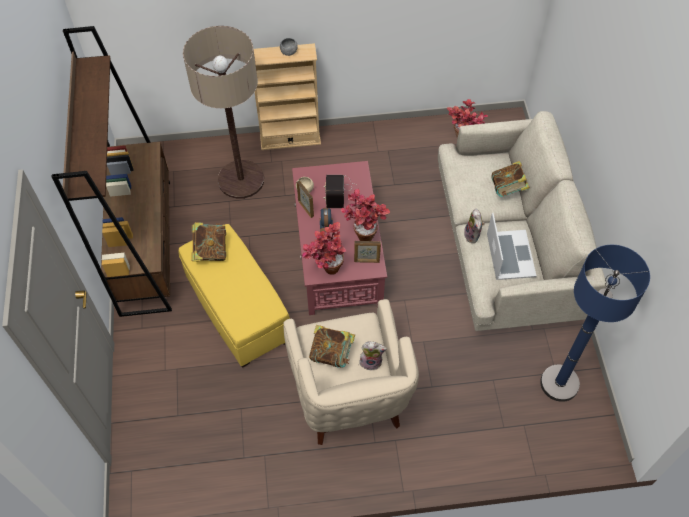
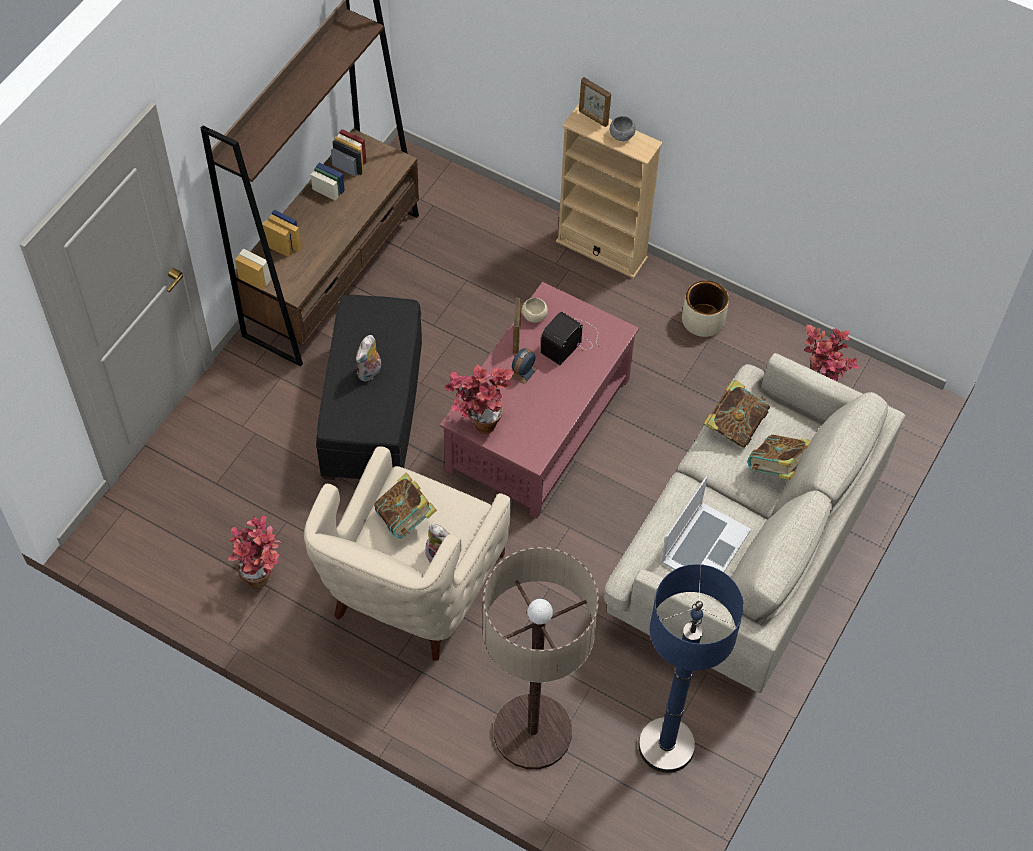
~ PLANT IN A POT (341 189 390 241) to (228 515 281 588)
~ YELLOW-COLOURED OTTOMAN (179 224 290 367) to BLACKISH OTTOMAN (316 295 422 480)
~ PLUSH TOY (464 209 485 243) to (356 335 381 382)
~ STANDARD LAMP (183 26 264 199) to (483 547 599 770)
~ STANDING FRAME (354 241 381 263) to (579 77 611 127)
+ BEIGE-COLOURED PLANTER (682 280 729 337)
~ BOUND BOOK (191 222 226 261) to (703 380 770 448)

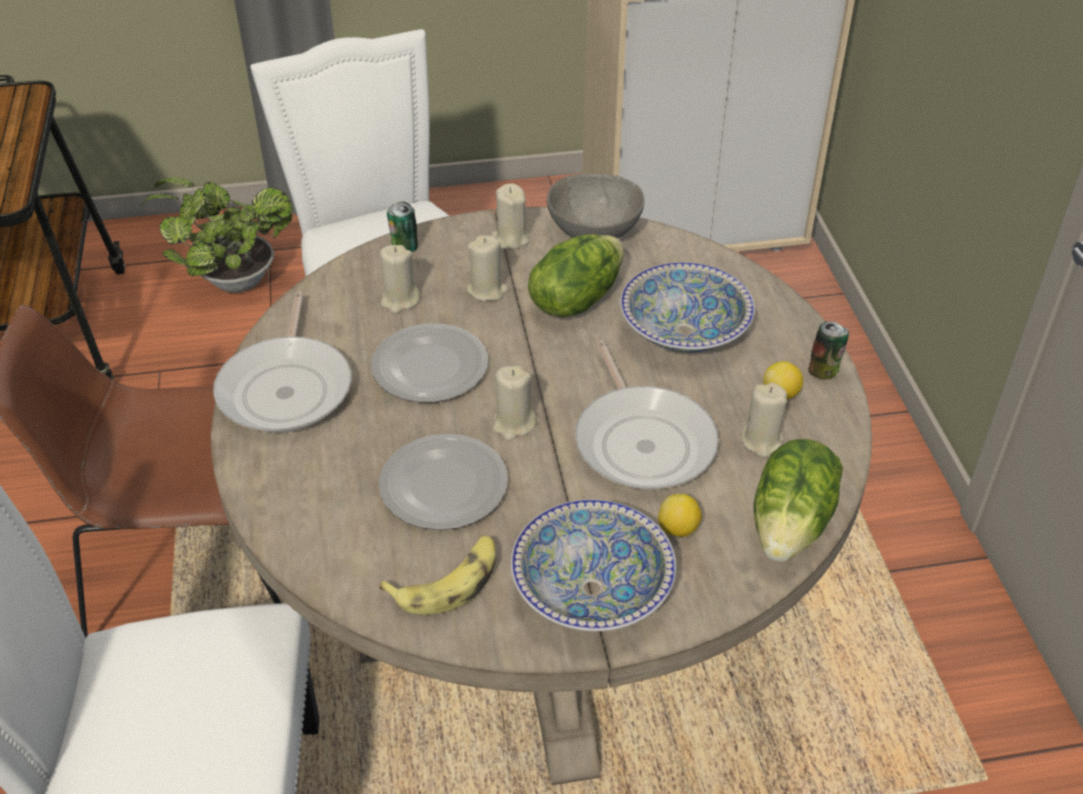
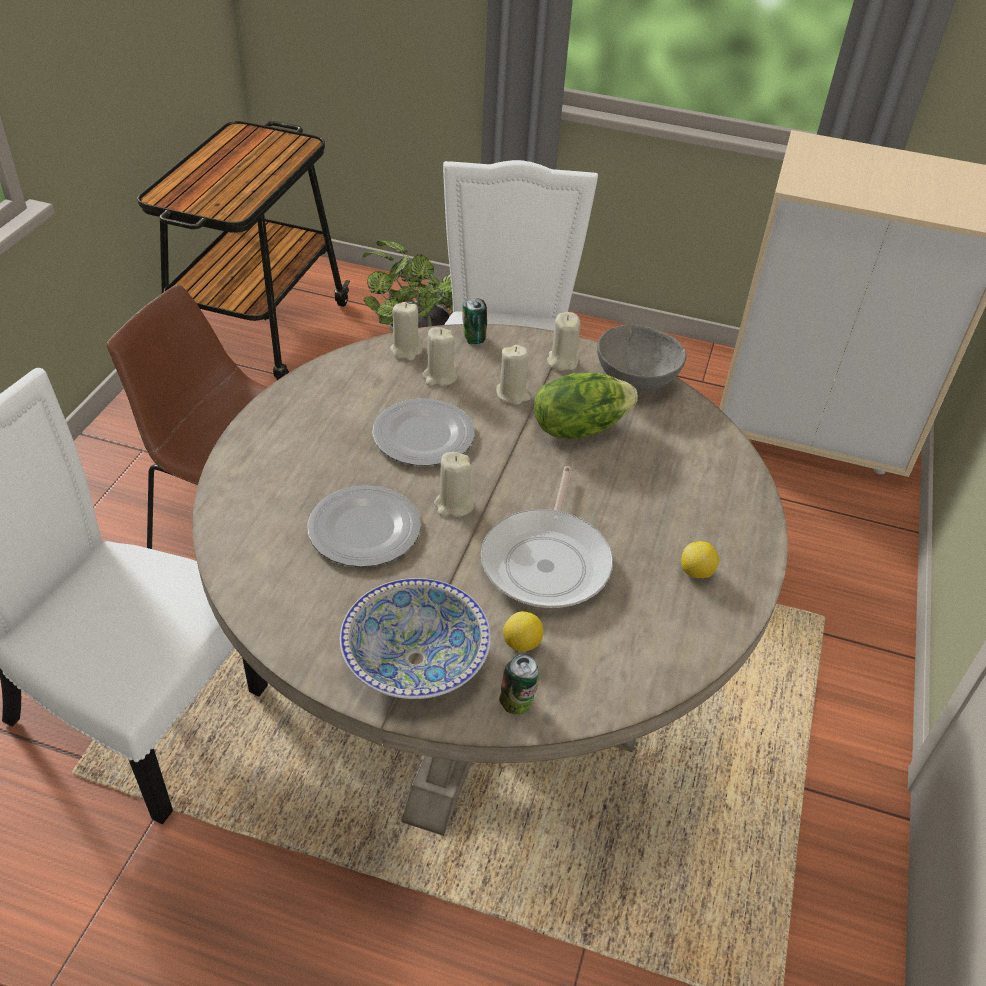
~ BEIGE-COLOURED WAX LIGHT (742 383 787 457) to (390 302 423 361)
~ CAN (809 321 849 379) to (499 654 539 714)
- FRYING PAN (213 292 352 433)
- WHOLE BANANA (379 536 496 615)
- SERVING BOWL (620 262 755 353)
- LETTUCE (754 439 843 562)

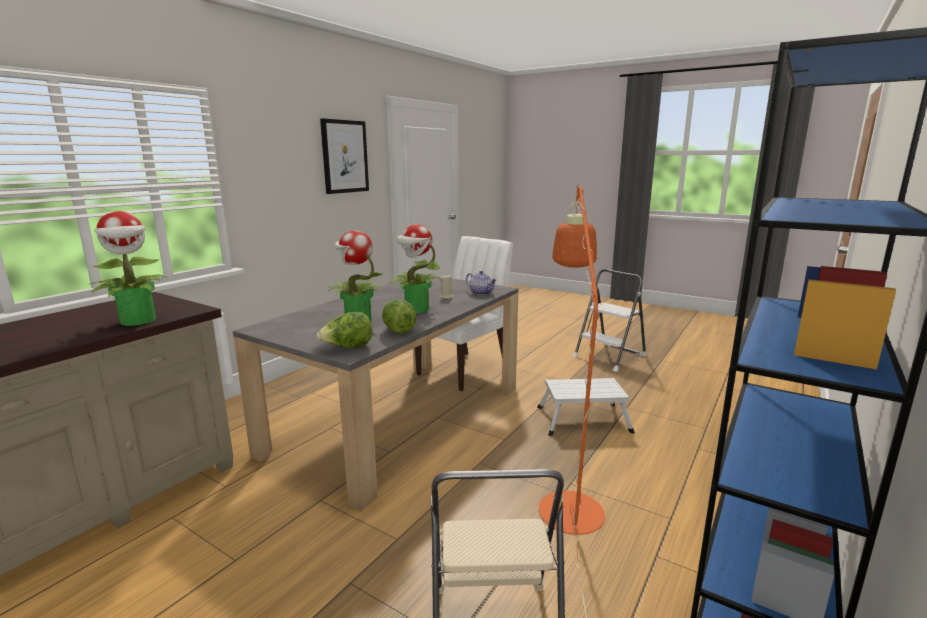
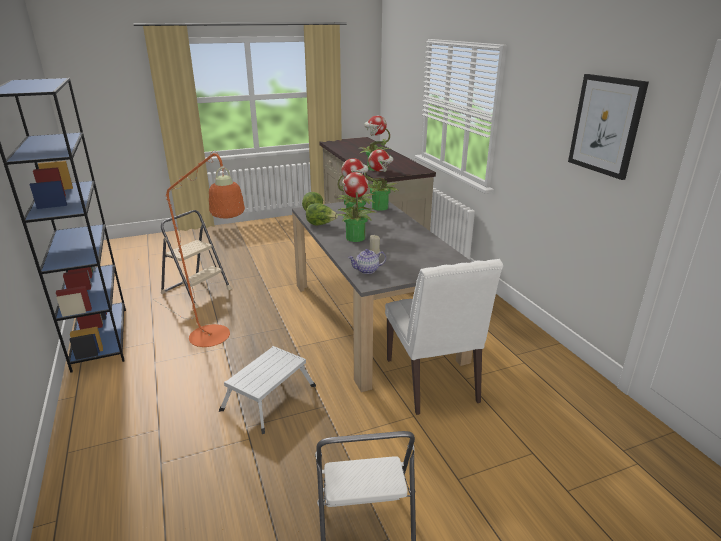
+ PLANT IN A POT (365 149 399 211)

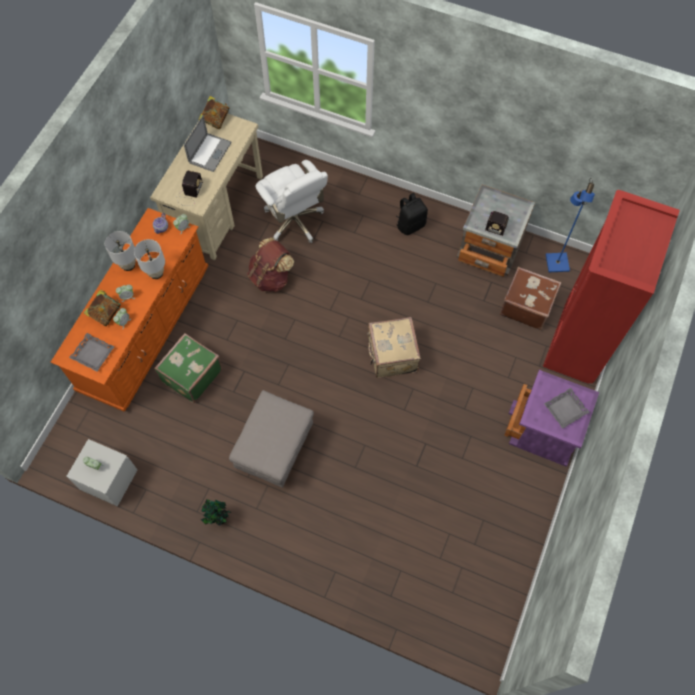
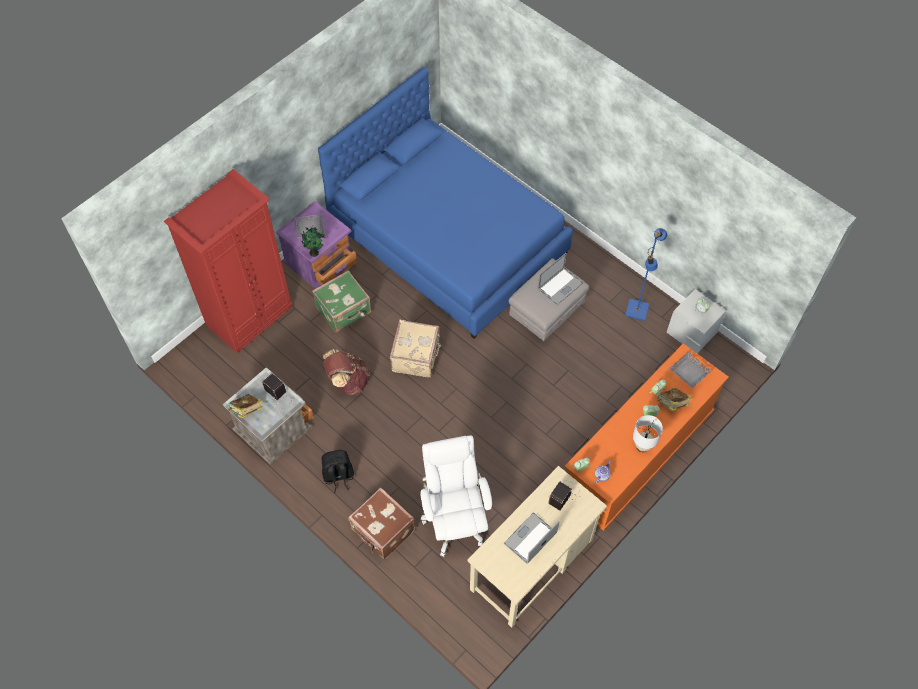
~ BOUND BOOK (199 96 230 129) to (228 394 263 418)
~ PLANT IN A POT (201 499 231 526) to (301 225 325 257)
~ GREEN-COLOURED TRAVEL CASE (154 333 223 403) to (312 270 371 333)
+ BLUISH SLEEPING BED (318 67 573 339)
~ BROWNISH KNAPSACK (247 237 294 292) to (323 349 370 395)
~ BROWNISH TRAVEL CASE (500 267 561 330) to (348 487 415 560)
+ LAPTOP (538 253 583 305)
~ BLUISH STANDARD LAMP (546 178 596 272) to (625 228 667 321)
- WHITISH LAMP FOR A TABLE (134 239 165 279)

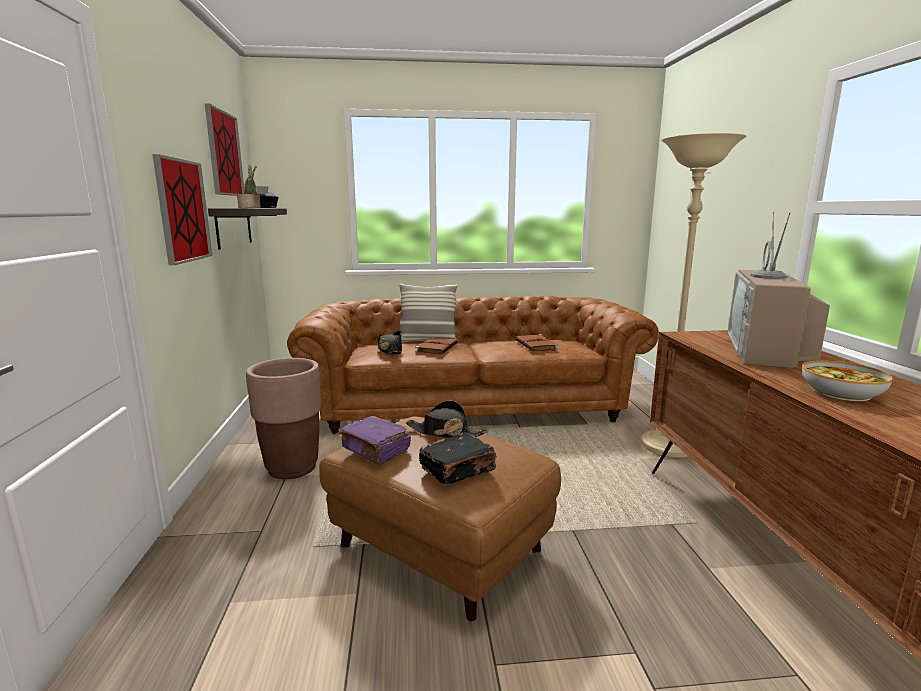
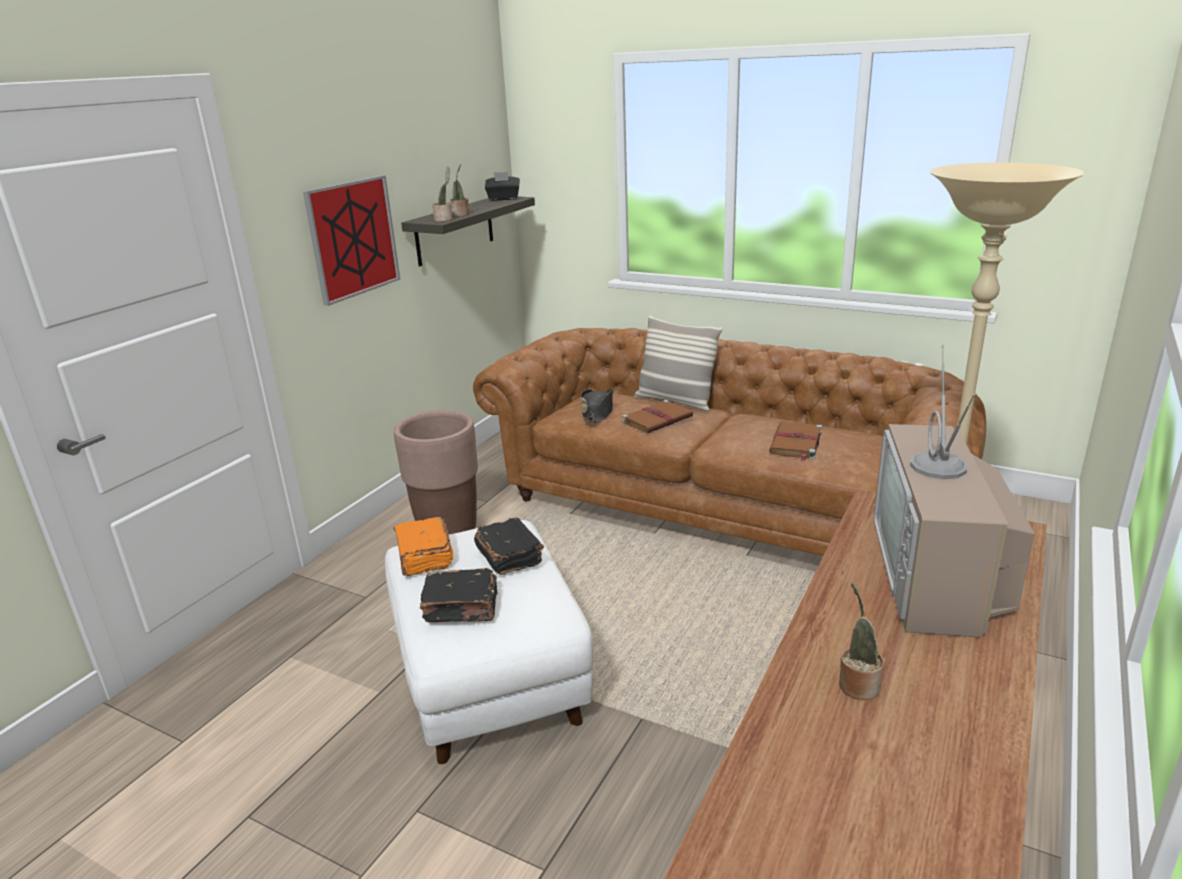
~ BROWNISH OTTOMAN (319 416 561 622) to WHITISH OTTOMAN (385 520 594 764)
~ PURPLISH BOUND BOOK (338 416 411 464) to ORANGEY BOUND BOOK (393 517 454 576)
~ BLACKISH HAT (406 400 488 438) to BLACKISH BOUND BOOK (474 518 544 575)
~ SERVING BOWL (802 360 893 401) to PLANT IN A POT (839 583 884 700)
~ TELEVISION (728 212 830 369) = (874 345 1034 638) 45 degrees counterclockwise
- WALL ART (205 103 244 196)

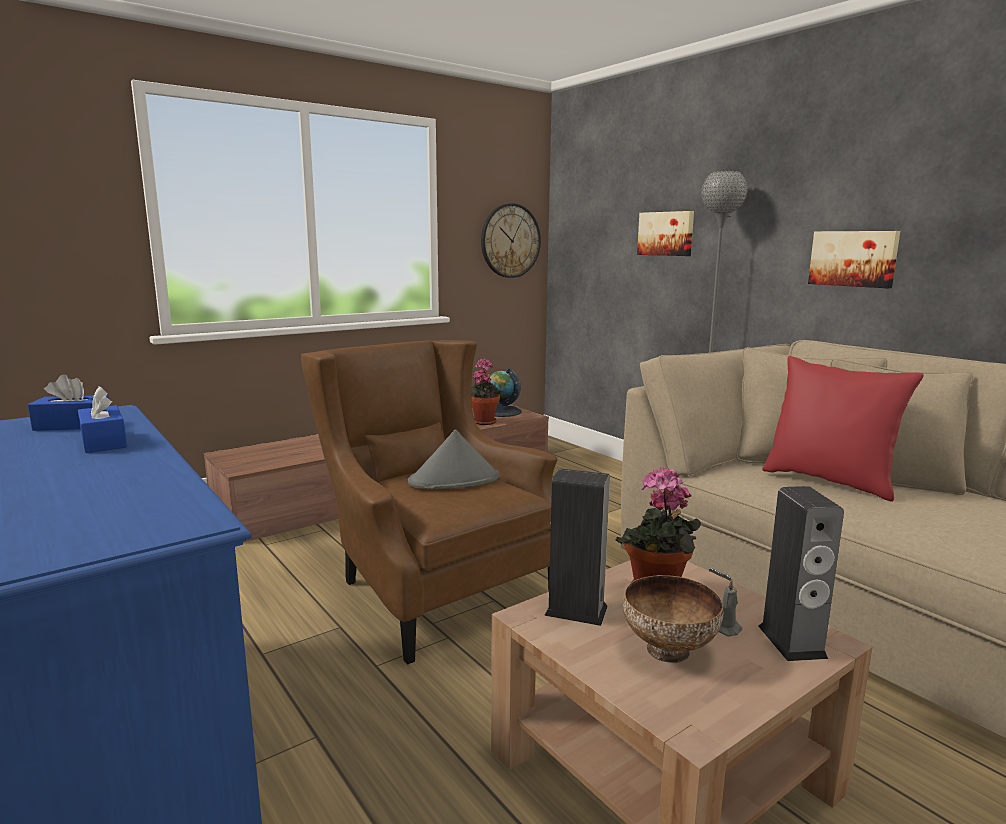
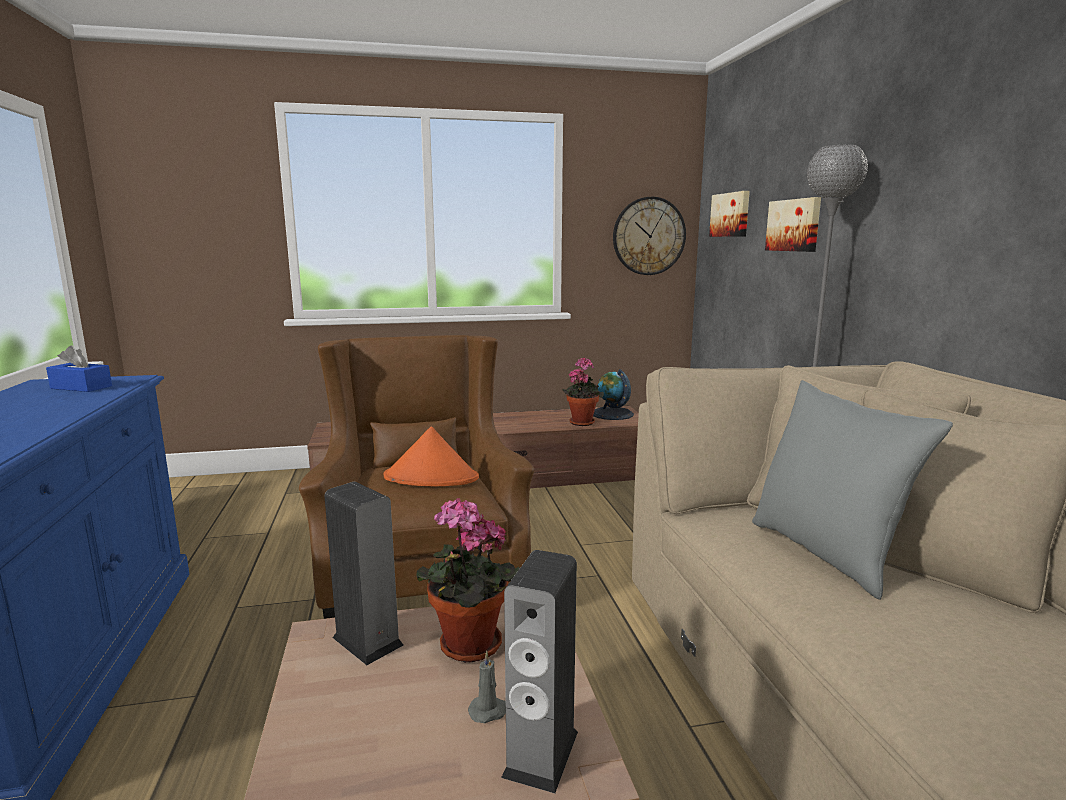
~ GREYISH HAT (408 429 500 489) to ORANGEY HAT (384 426 479 486)
~ WALL ART (808 231 900 288) to (709 191 750 237)
~ REDDISH CUSHION (762 356 924 501) to GREYISH CUSHION (752 380 953 600)
- BLUISH BOX OF TISSUES (78 386 127 453)
- SERVING BOWL (623 575 724 663)

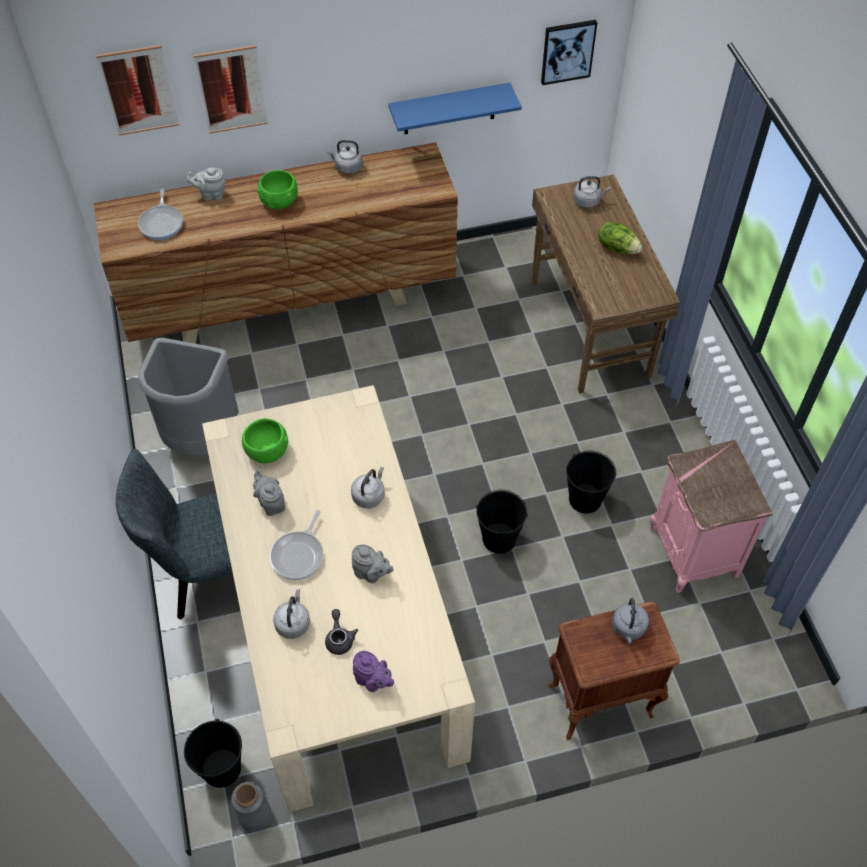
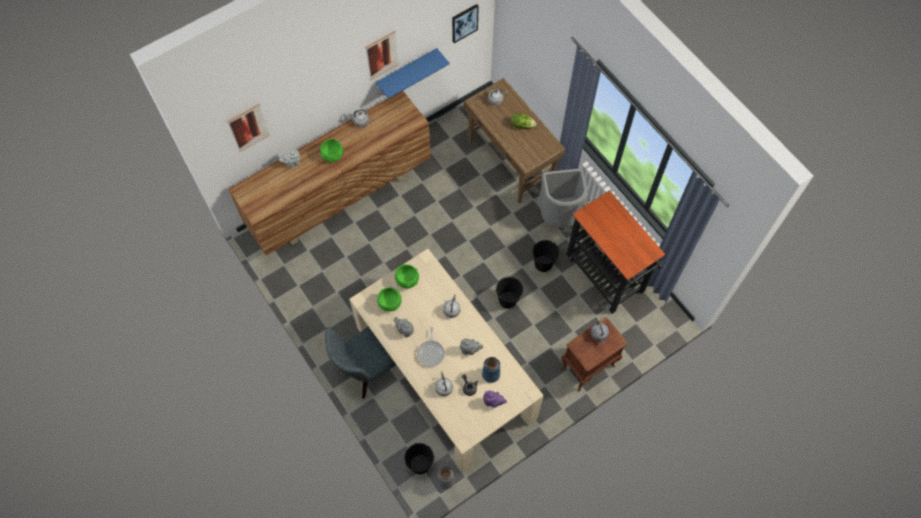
~ WALL ART (193 45 268 134) to (365 31 399 81)
+ GREEN-COLOURED SERVING BOWL (395 264 419 289)
+ BLUISH DECORATIVE VASE (482 357 500 383)
~ GREYISH WASTE BIN (138 338 239 456) to (539 168 587 228)
~ PINK NIGHT TABLE (649 440 773 593) to BLACKISH CART (567 191 665 314)
- FRYING PAN (138 189 183 240)

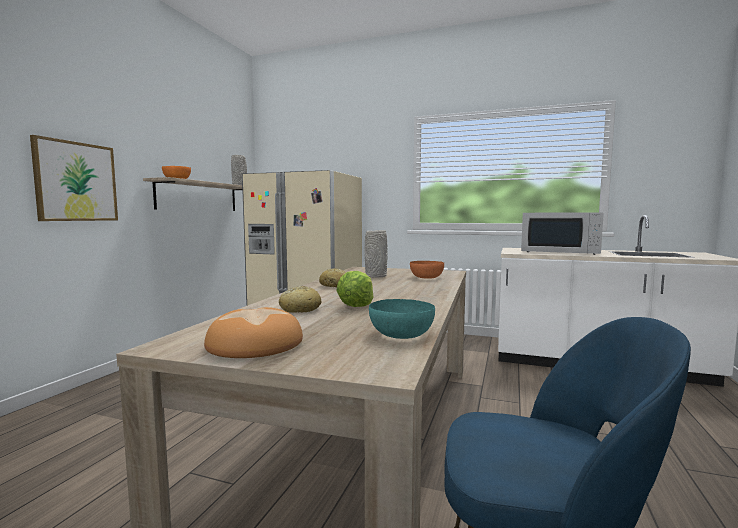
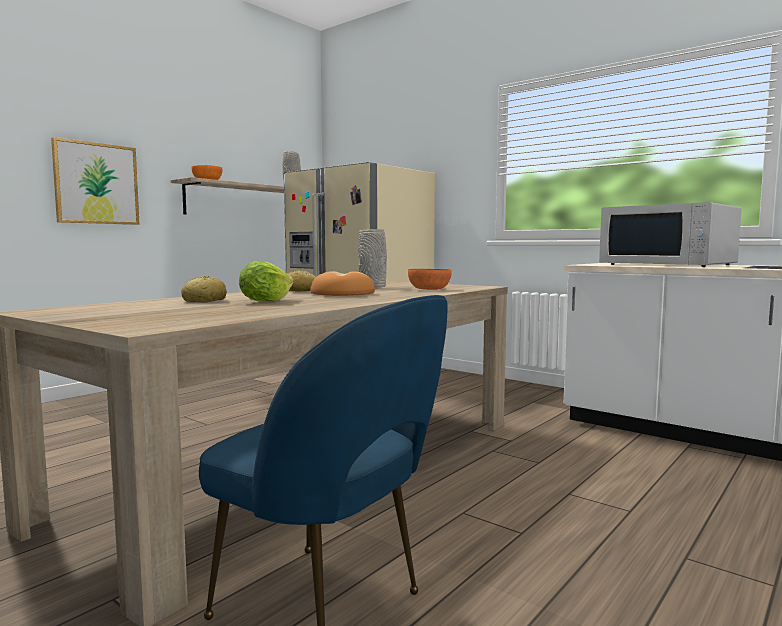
~ BREAD (204 307 303 358) to (310 271 375 296)
- TURQUOISE SERVING BOWL (369 299 435 339)

